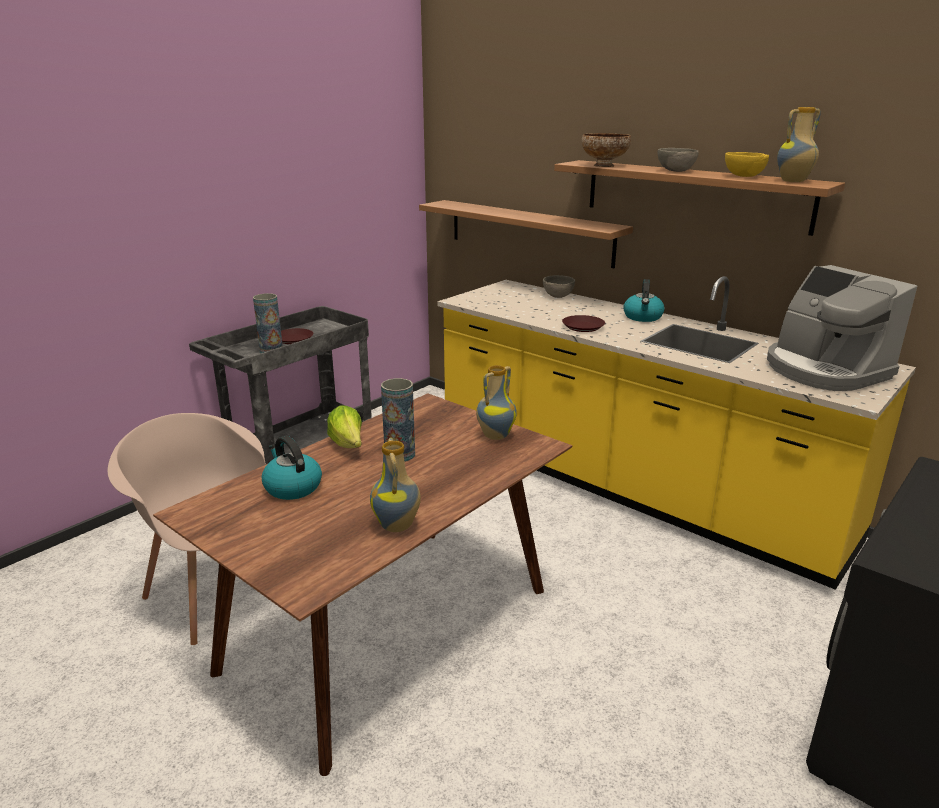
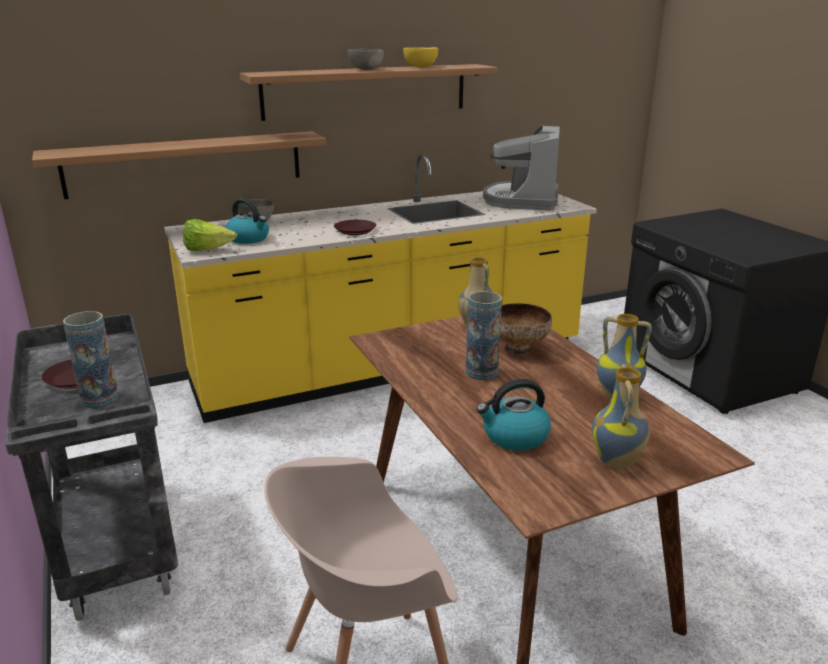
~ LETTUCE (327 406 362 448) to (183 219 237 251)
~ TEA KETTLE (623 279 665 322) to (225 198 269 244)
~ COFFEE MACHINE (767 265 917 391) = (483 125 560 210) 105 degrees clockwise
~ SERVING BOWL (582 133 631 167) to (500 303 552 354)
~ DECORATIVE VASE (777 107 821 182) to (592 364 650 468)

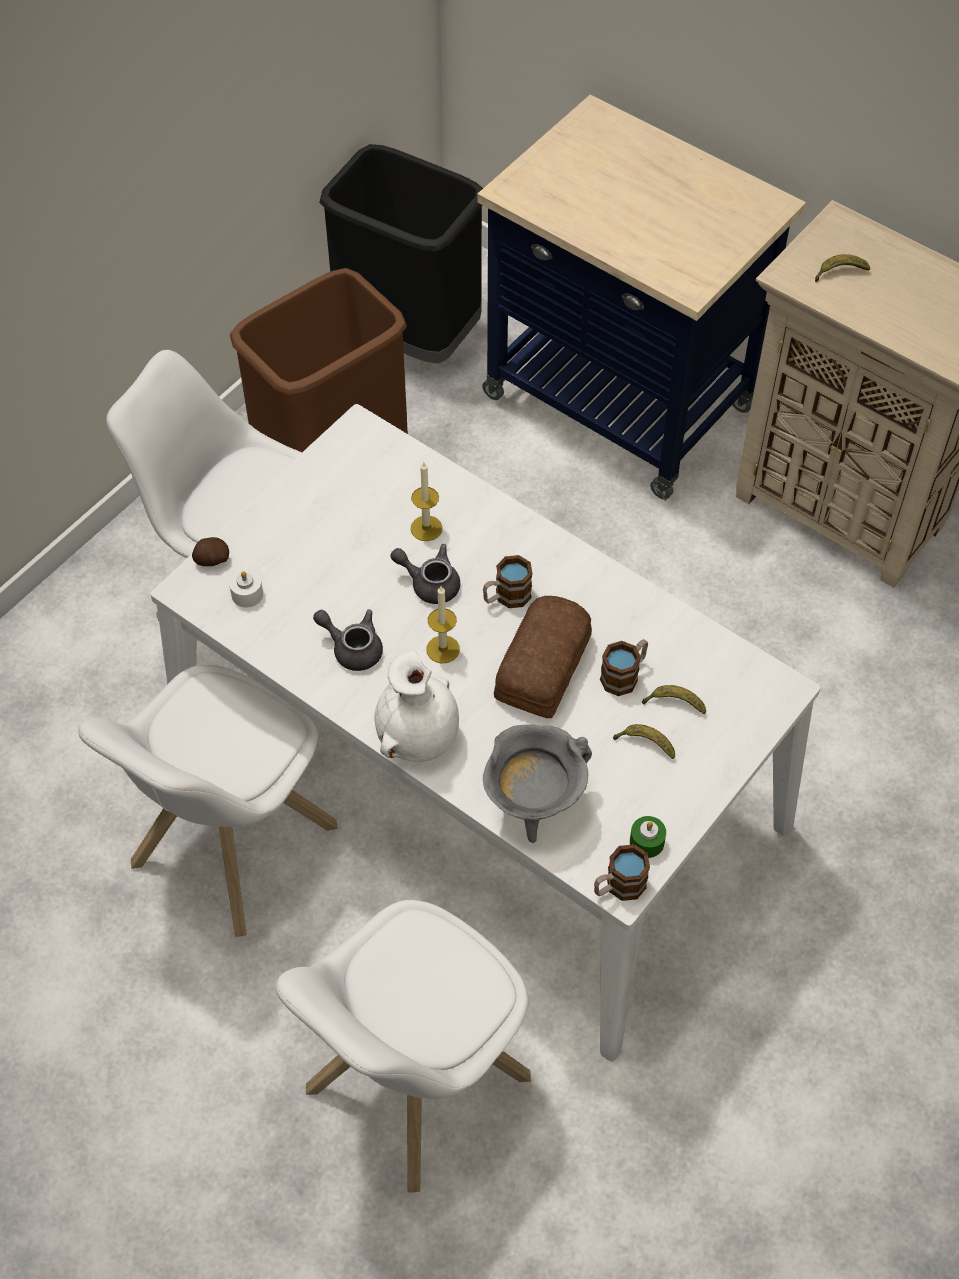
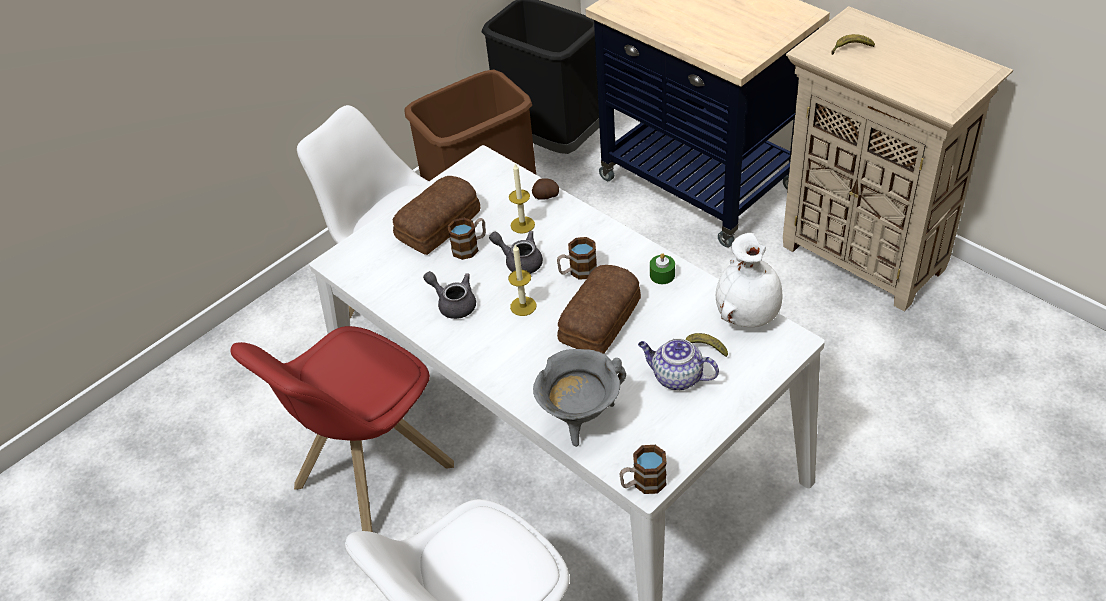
~ WHITISH UPRIGHT CHAIR (78 665 338 937) to REDDISH UPRIGHT CHAIR (230 326 454 532)
+ BREAD (393 176 481 255)
~ TEA MUG (600 639 648 696) to (447 218 486 260)
~ POTATO (192 537 229 566) to (532 178 559 199)
~ WHOLE BANANA (613 724 675 759) to POT FOR TEA (638 338 719 391)
~ GREEN-COLOURED WAX LIGHT (630 816 666 858) to (650 253 675 284)
~ WHITISH DECORATIVE VASE (375 650 459 762) to (716 233 782 327)
- WHITISH WAX LIGHT (229 569 263 608)

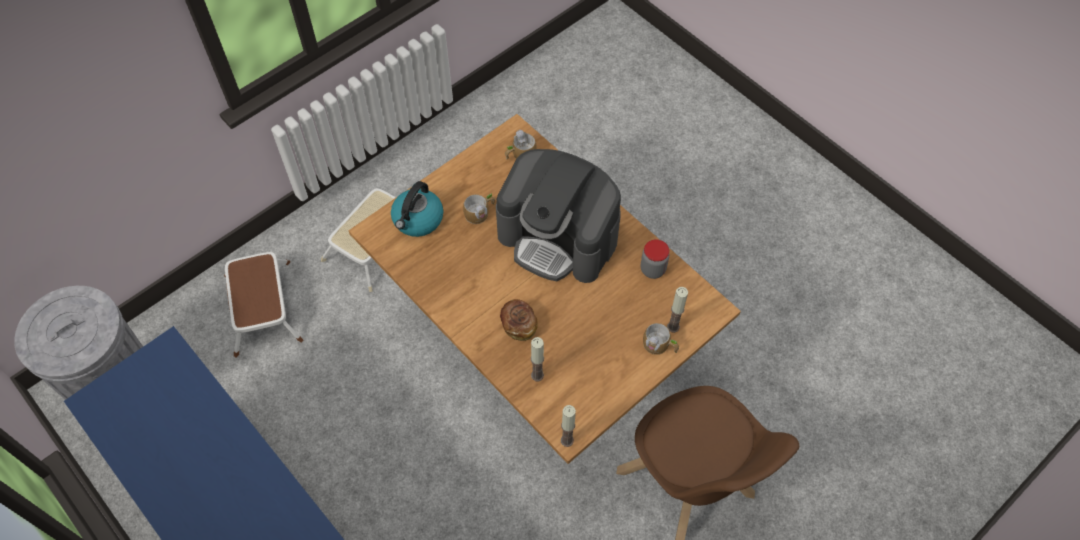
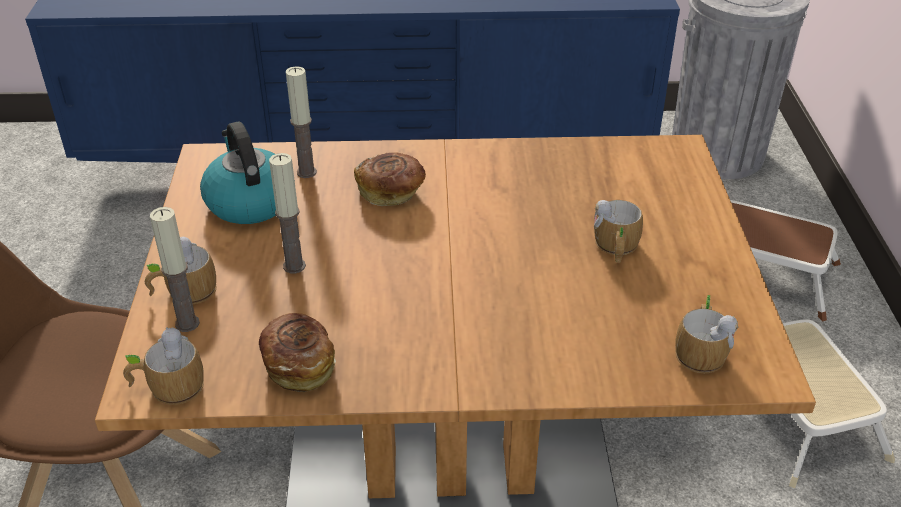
+ TEA MUG (123 327 204 405)
~ TEA KETTLE (391 181 443 237) to (200 121 276 224)
~ STORAGE JAR (641 239 669 279) to BREAD (259 313 336 392)
~ WAX LIGHT (561 405 576 447) to (269 153 306 273)
- COFFEE MACHINE (496 149 621 283)

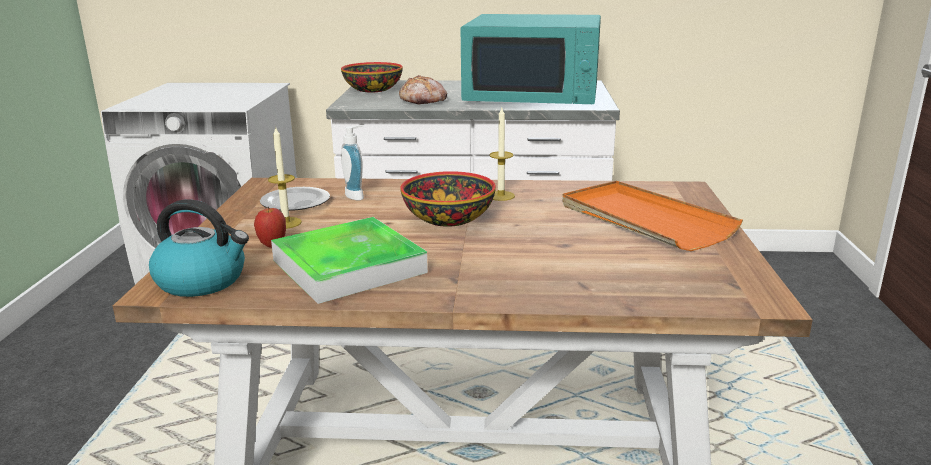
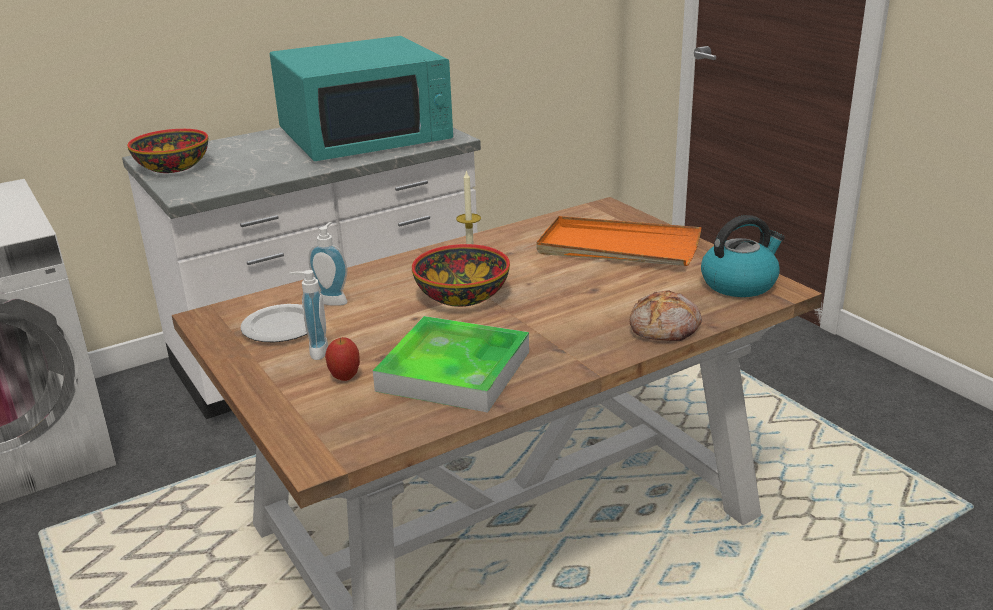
~ WAX LIGHT (268 126 302 229) to SOAP DISPENSER (289 270 328 360)
~ BREAD (399 75 447 105) to (630 290 702 341)
~ TEA KETTLE (149 199 249 297) to (701 215 785 297)

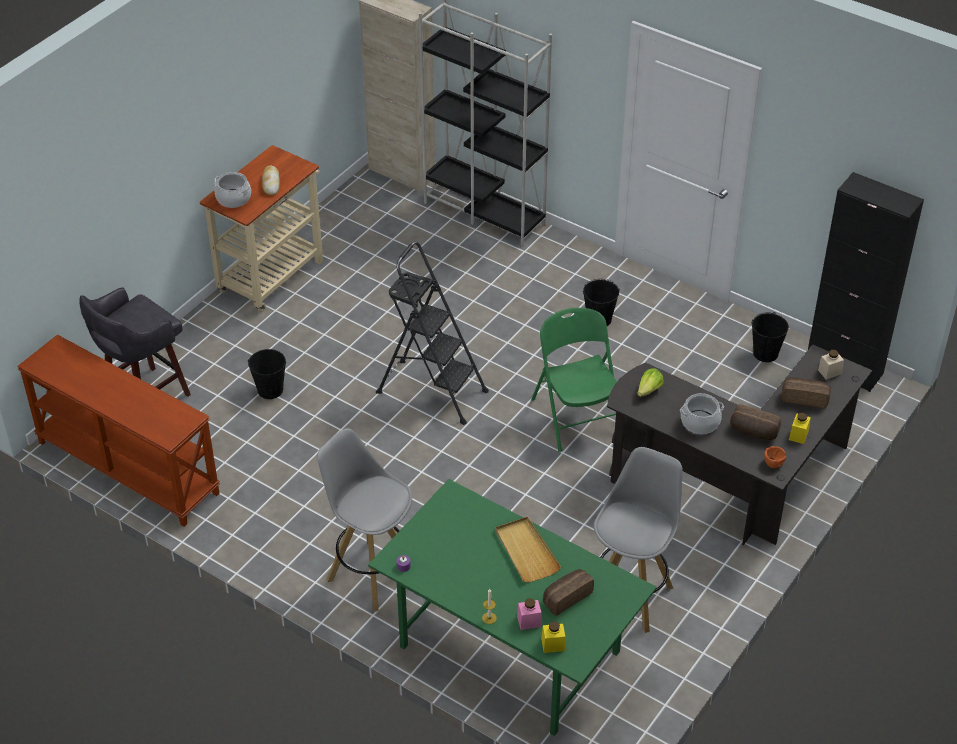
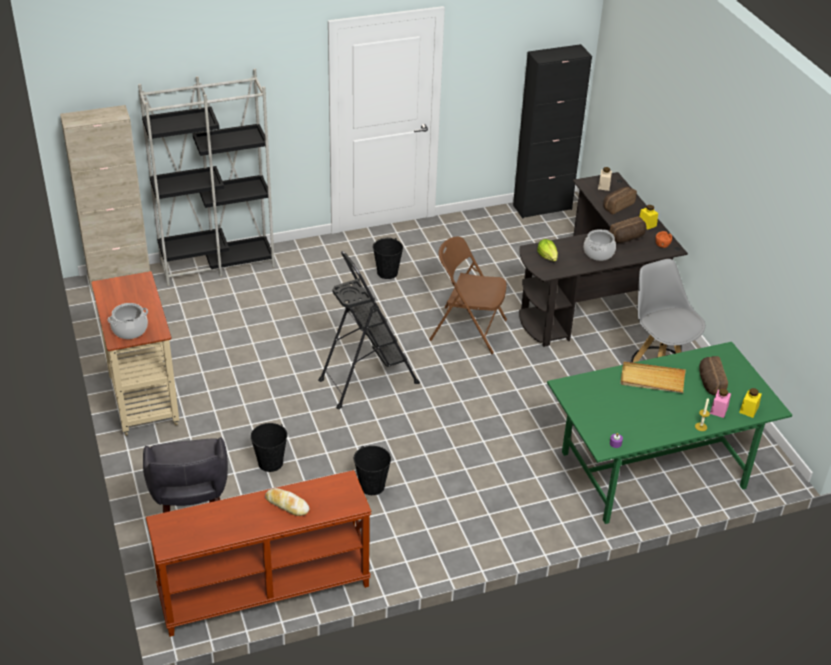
~ BREAD (262 165 280 195) to (265 488 309 516)
~ BLACKISH PAIL (752 312 789 362) to (354 446 391 495)
~ GREEN-COLOURED UPRIGHT CHAIR (531 308 617 452) to BROWNISH UPRIGHT CHAIR (429 236 507 355)
- GREYISH SITTING STOOL (317 428 412 611)

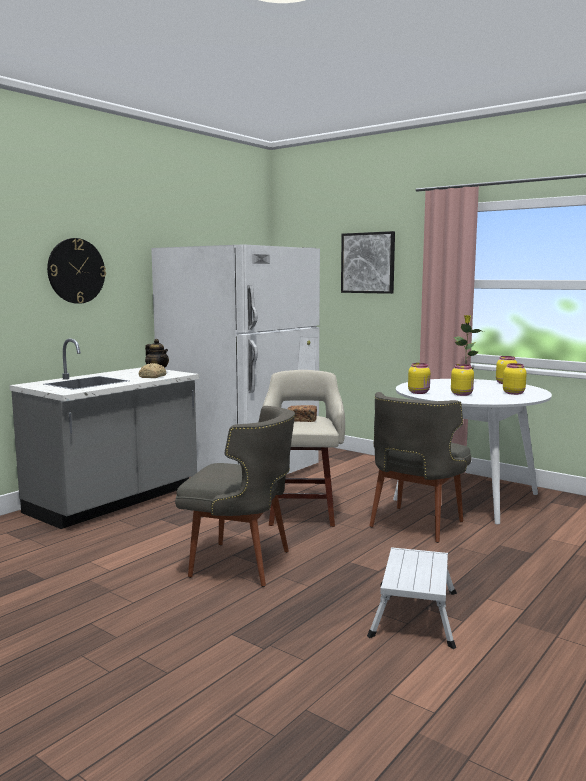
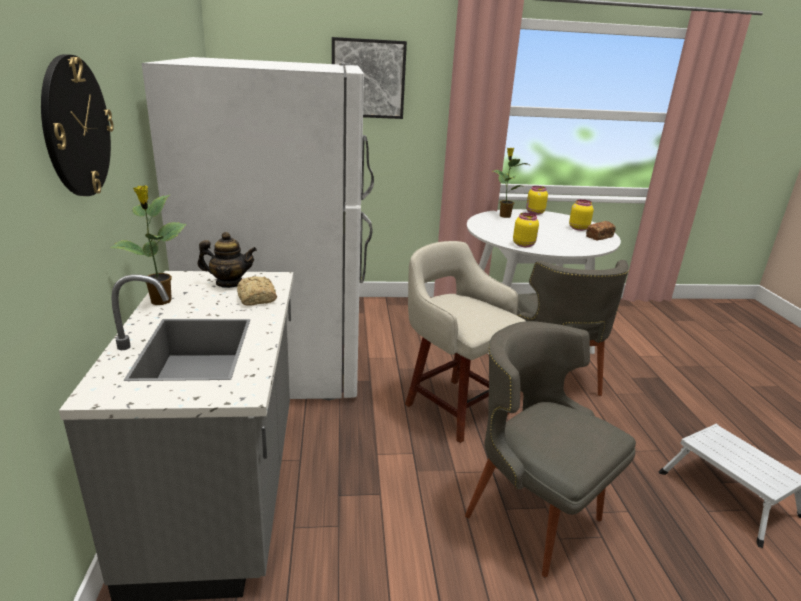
+ PLANT IN A POT (110 186 186 305)
~ GREYISH UPRIGHT CHAIR (175 406 295 587) = (465 321 636 578) 105 degrees counterclockwise
~ BREAD (288 405 317 422) to (586 221 616 241)
- YELLOW-COLOURED STORAGE JAR (451 364 474 396)

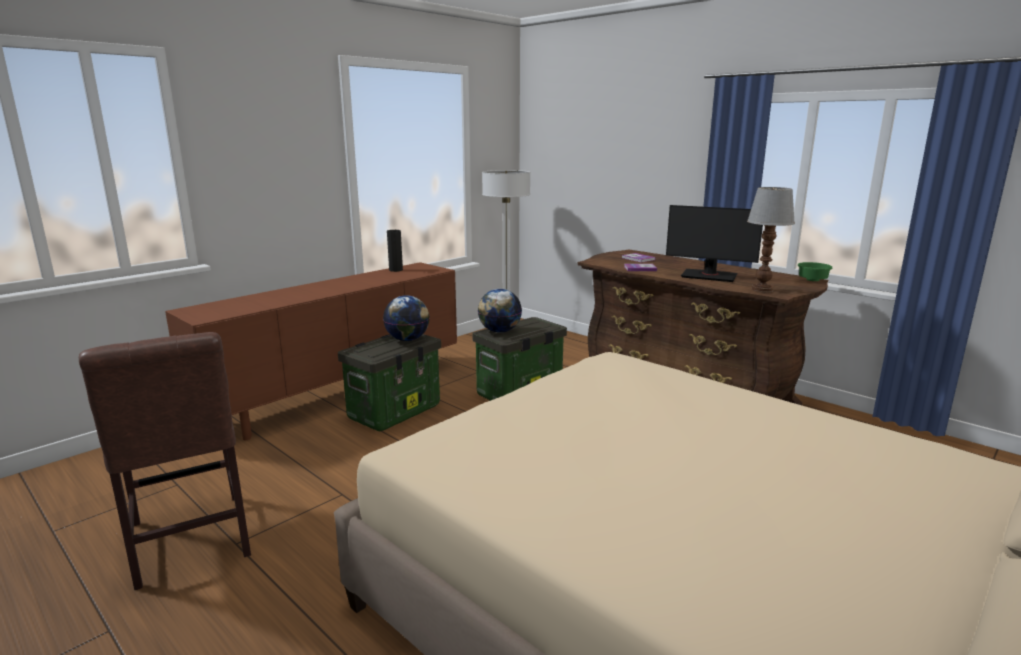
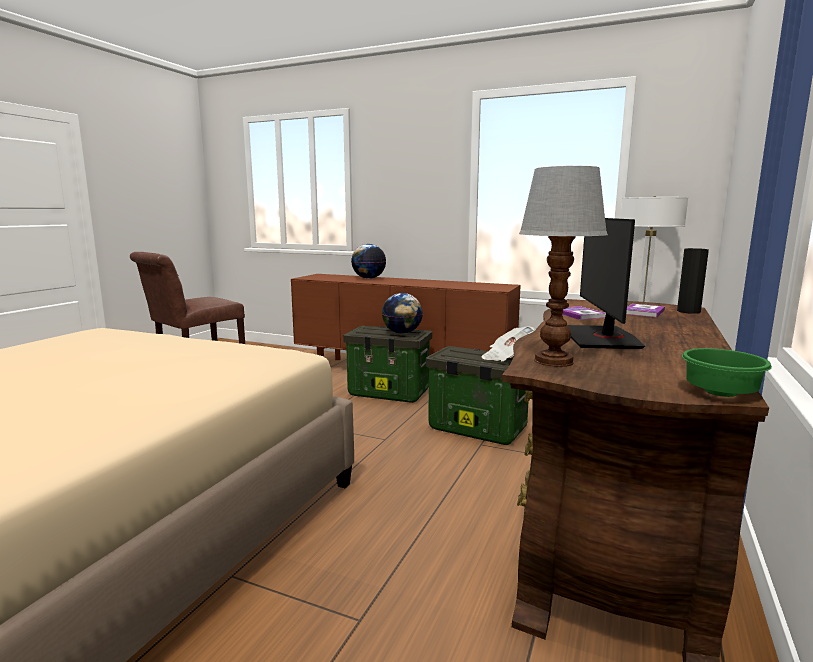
~ GLOBE (478 289 522 333) to (351 244 386 279)
+ DAILY PAPER (481 326 535 362)
~ BLACKISH DECORATIVE VASE (387 230 403 272) to (677 248 709 314)

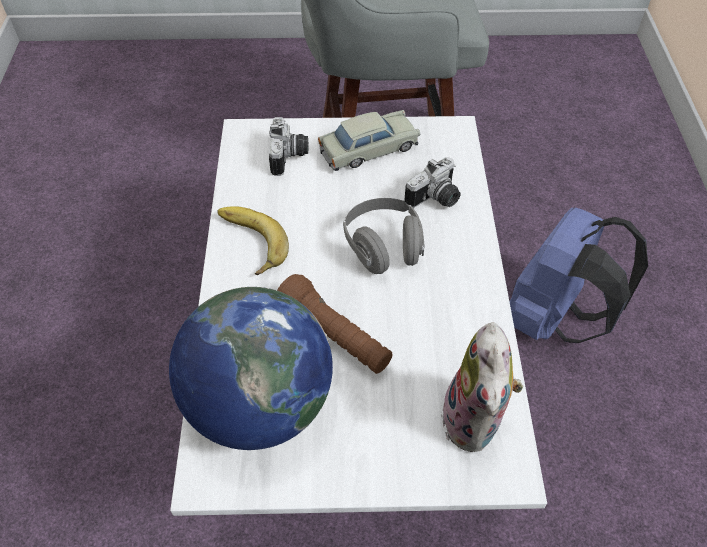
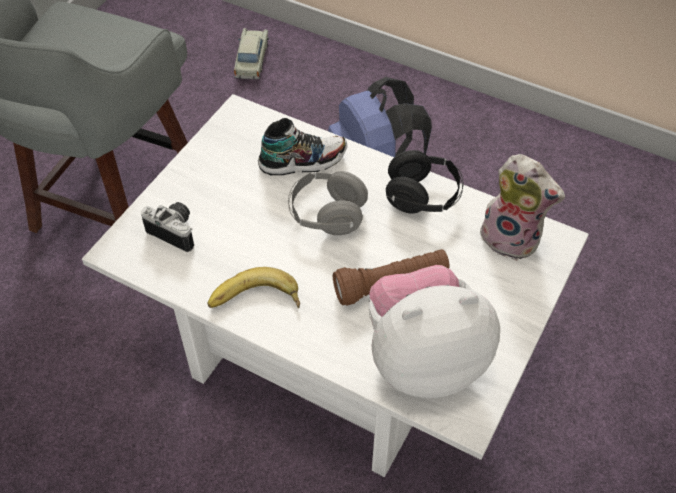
~ BEIGE-COLOURED MINIATURE CAR (318 110 420 171) to (234 28 269 80)
~ PHOTO CAMERA (404 157 460 208) to ITEM OF FOOTWEAR (258 118 347 175)
~ GLOBE (169 287 333 450) to PLUSH TOY (368 265 500 398)
+ BLACKISH PAIR OF HEADPHONES (386 150 463 214)

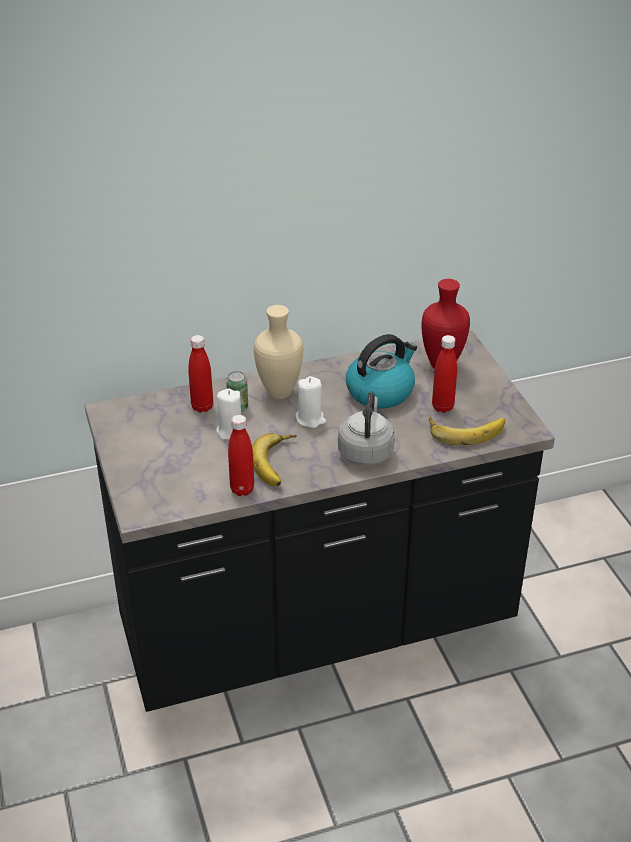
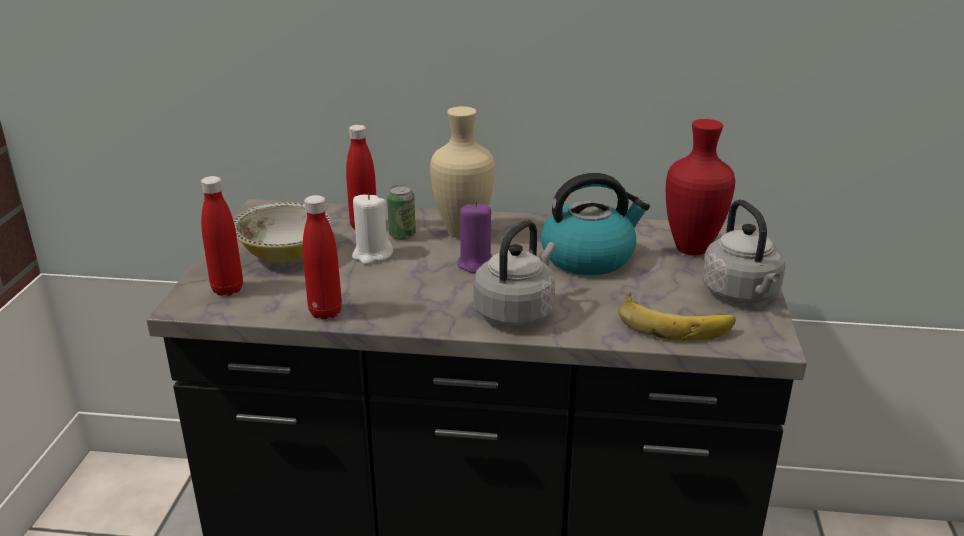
~ REDDISH DRINK BOTTLE (432 335 457 413) to (201 176 243 296)
+ SERVING BOWL (233 202 332 262)
~ WHITISH WAX LIGHT (296 376 326 428) to PURPLISH WAX LIGHT (457 202 492 273)
+ GREYISH TEA KETTLE (702 199 786 304)
- WHOLE BANANA (252 433 297 486)

